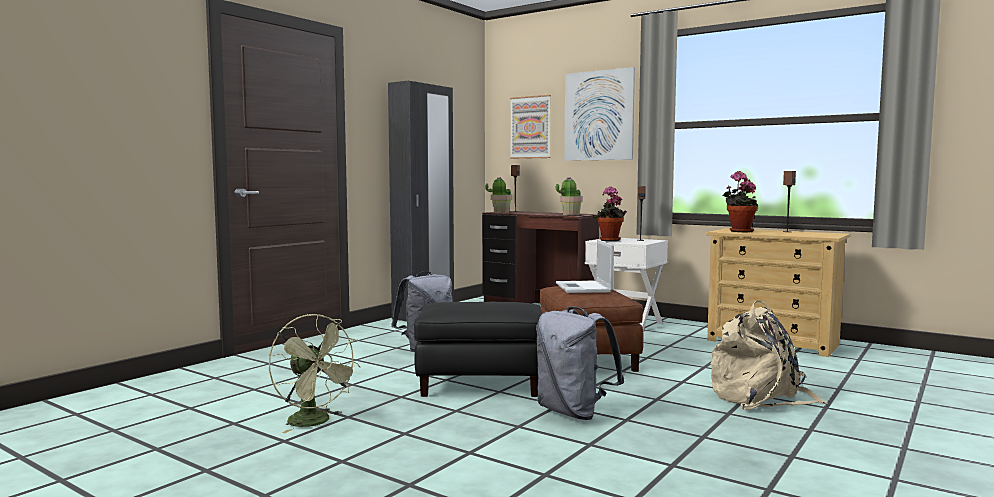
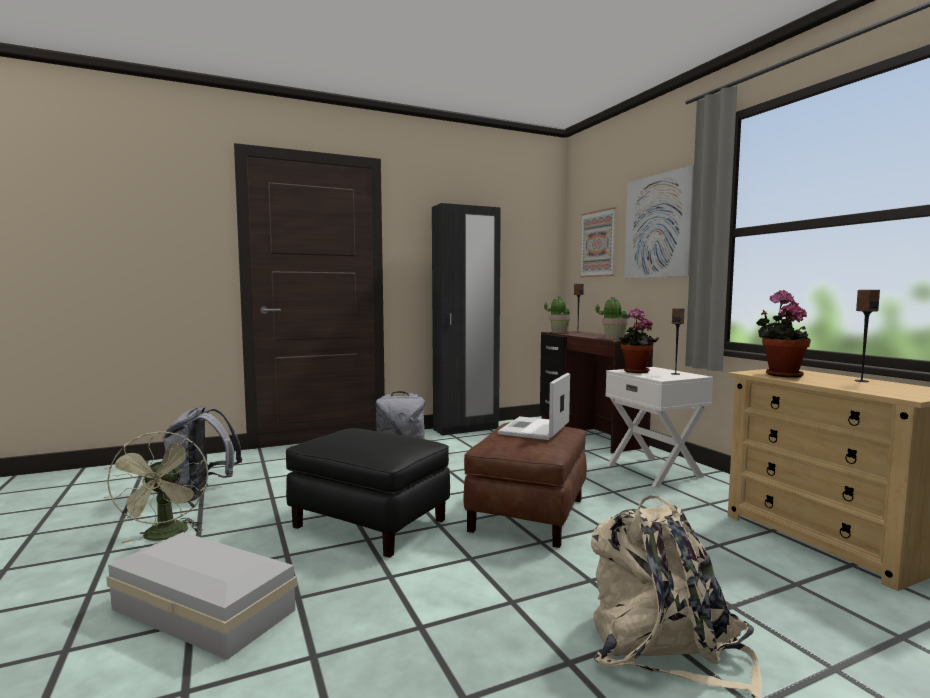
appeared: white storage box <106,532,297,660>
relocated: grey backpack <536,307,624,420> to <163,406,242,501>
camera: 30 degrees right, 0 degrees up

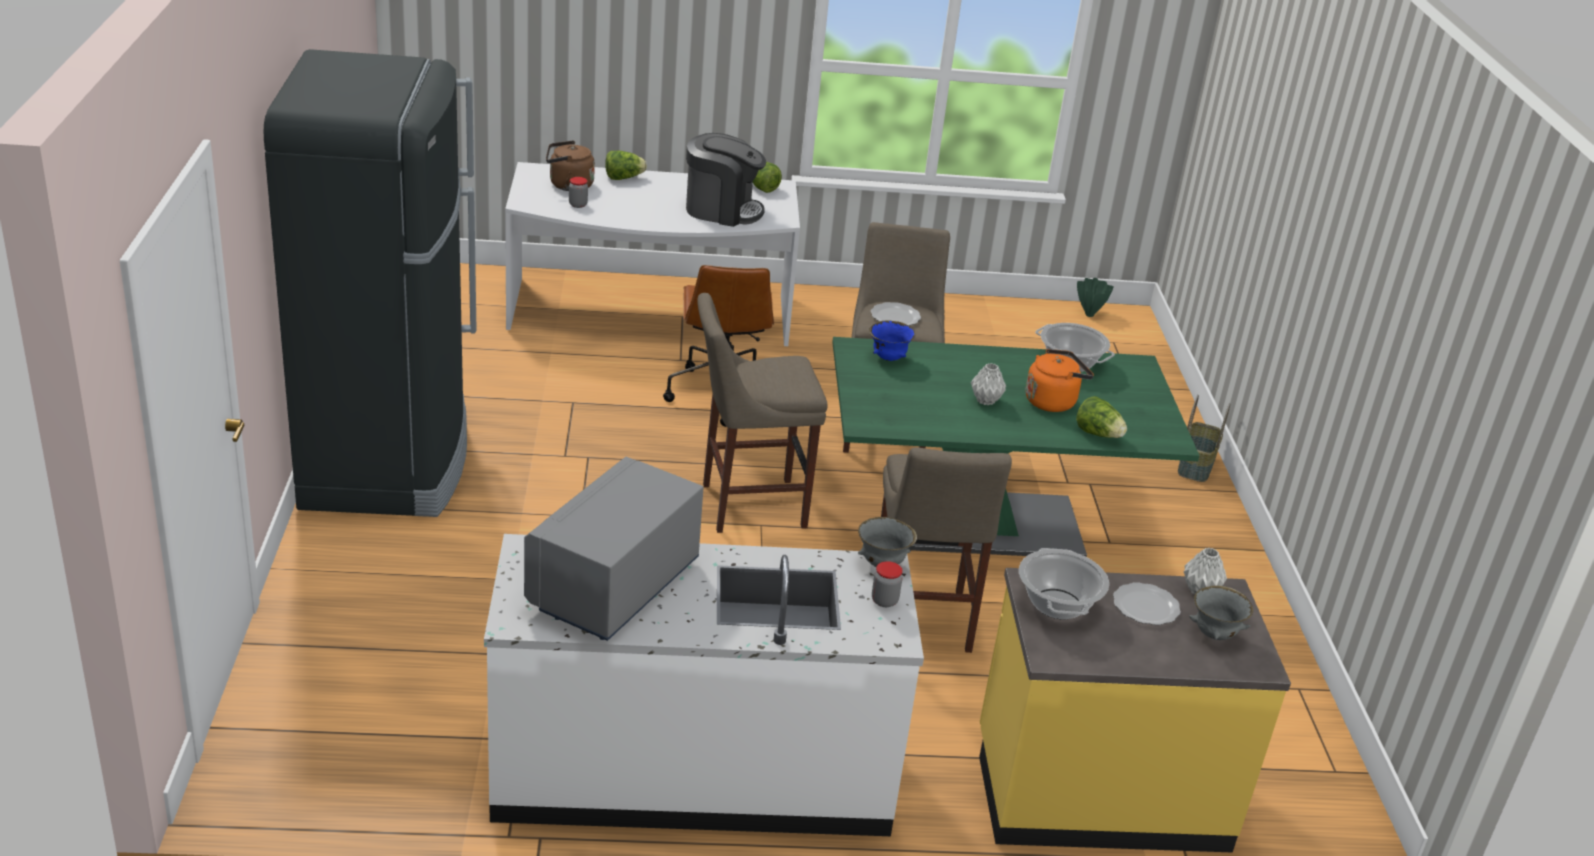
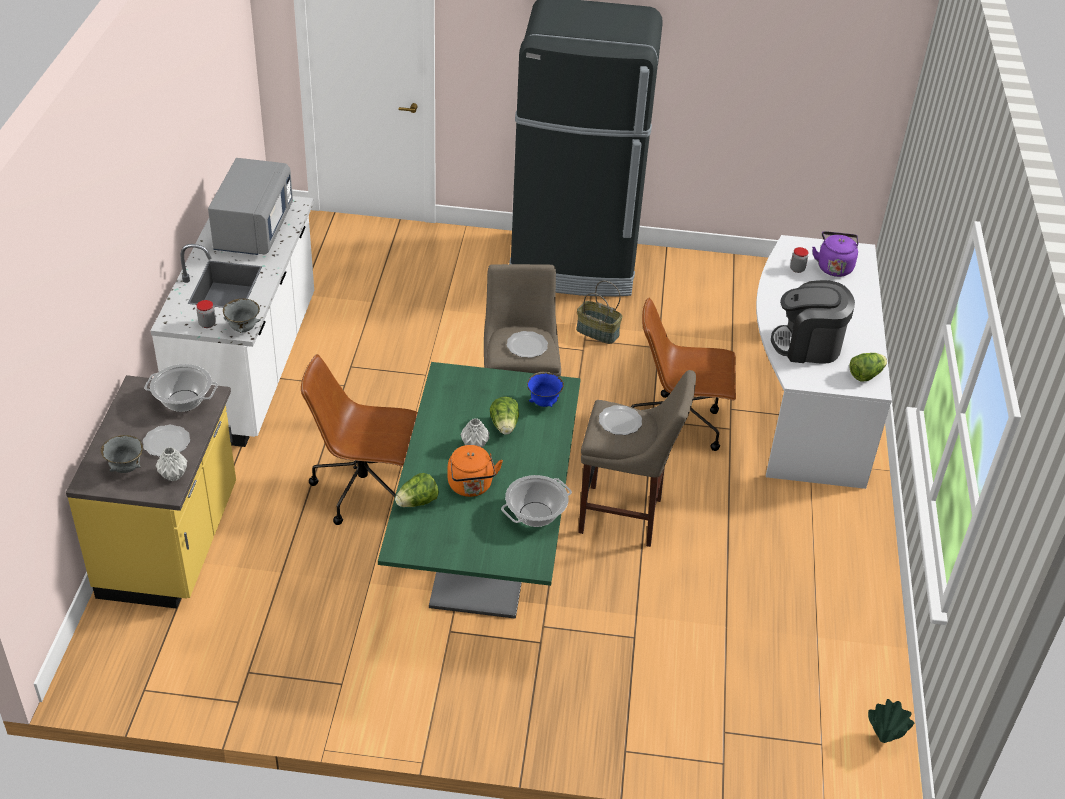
appeared: plate <507,331,548,358>
relocated: lettuce <605,151,647,180> to <490,397,519,435>; basket <1178,395,1230,482> to <576,281,623,344>
exchanged: beige stool <881,447,1012,653> to brown office chair <301,354,418,525>
colour: brown kettle <546,140,595,191> to purple kettle <812,231,858,277>
spun: coffee machine <686,133,766,227> = <771,280,855,364> 75 degrees clockwise; grey microwave <524,457,704,641> = <208,158,293,255> 60 degrees clockwise
camera: 100 degrees right, 10 degrees up

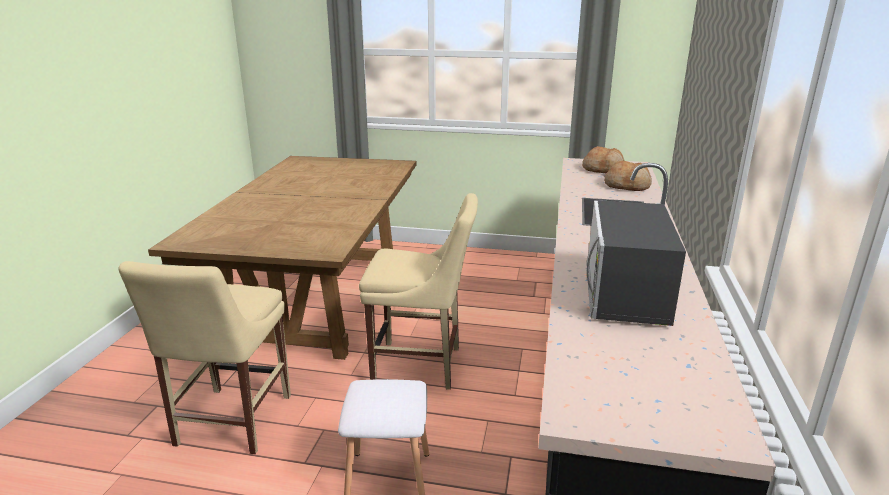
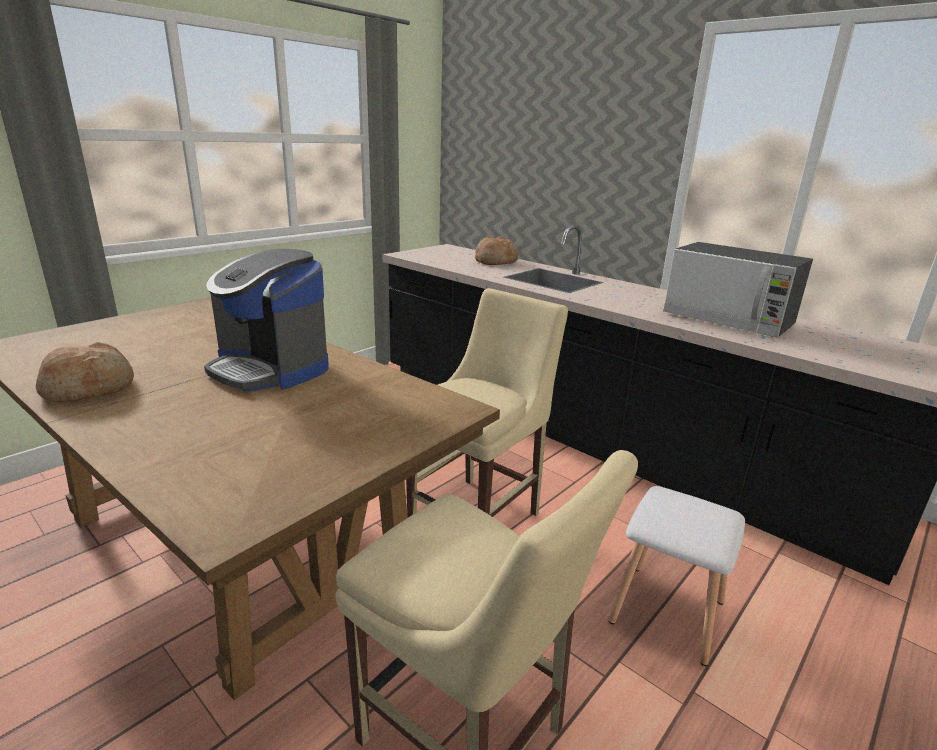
appeared: coffee machine <204,249,329,391>
relocated: bread <582,146,625,173> to <36,342,134,402>
camera: 60 degrees left, 0 degrees up

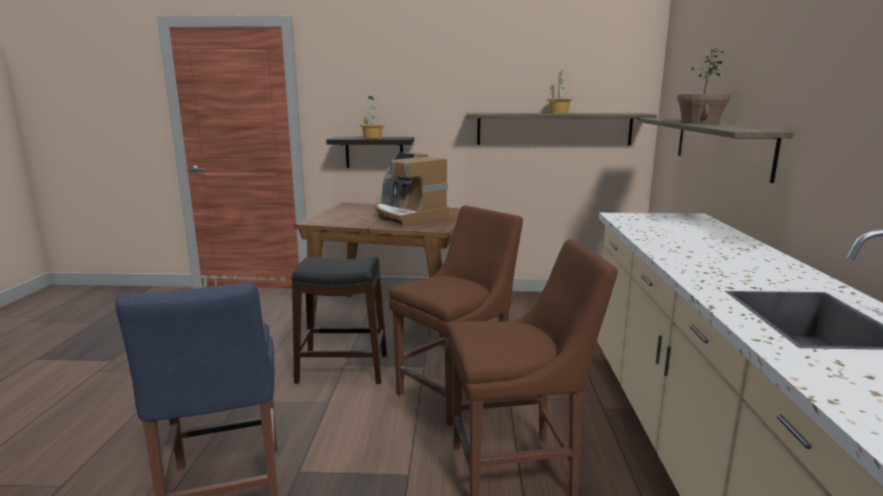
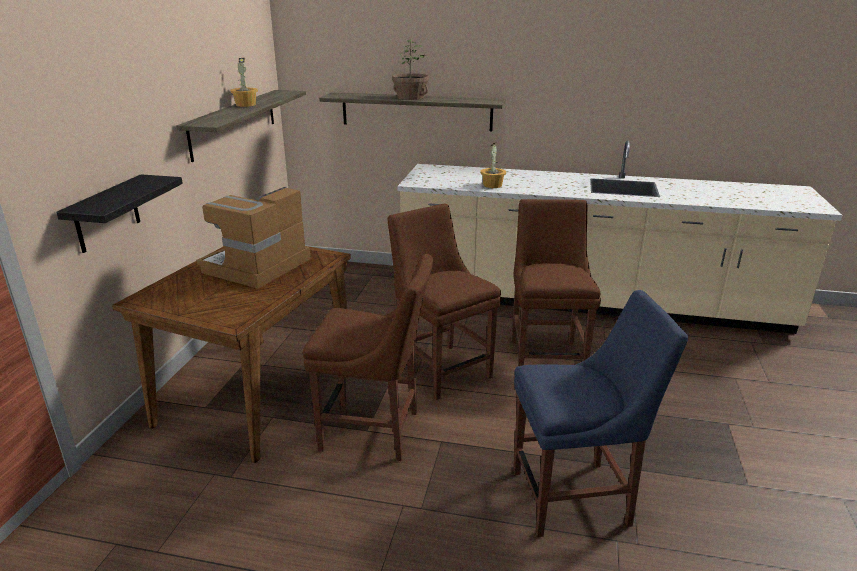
relocated: potted plant <360,96,385,139> to <480,143,506,188>
exchanged: black stool <292,257,387,384> to brown chair <303,254,433,461>
spun: coffee machine <375,152,449,227> = <196,187,311,288> 150 degrees clockwise
camera: 80 degrees left, 10 degrees up

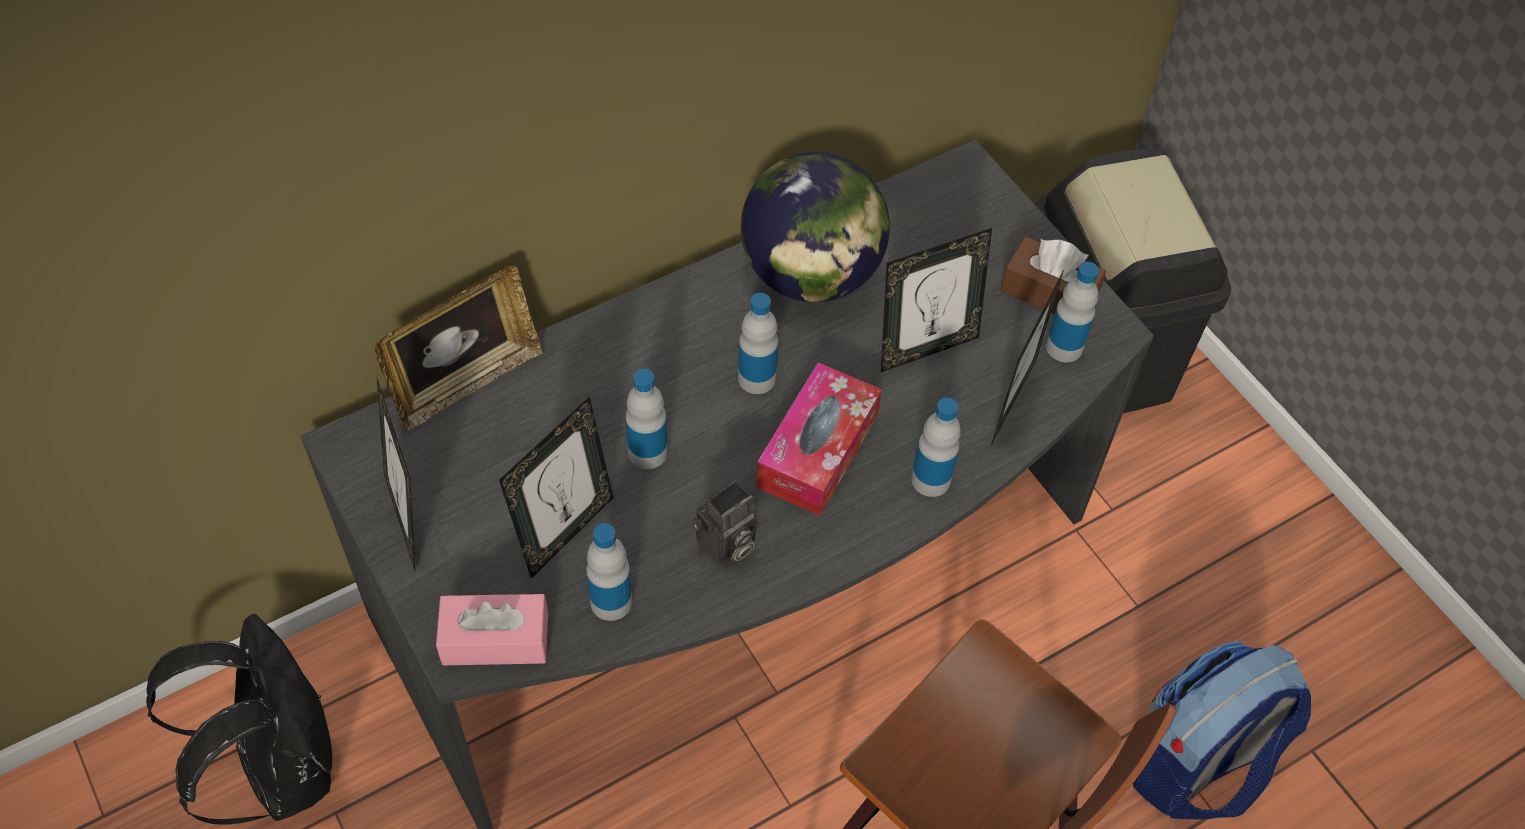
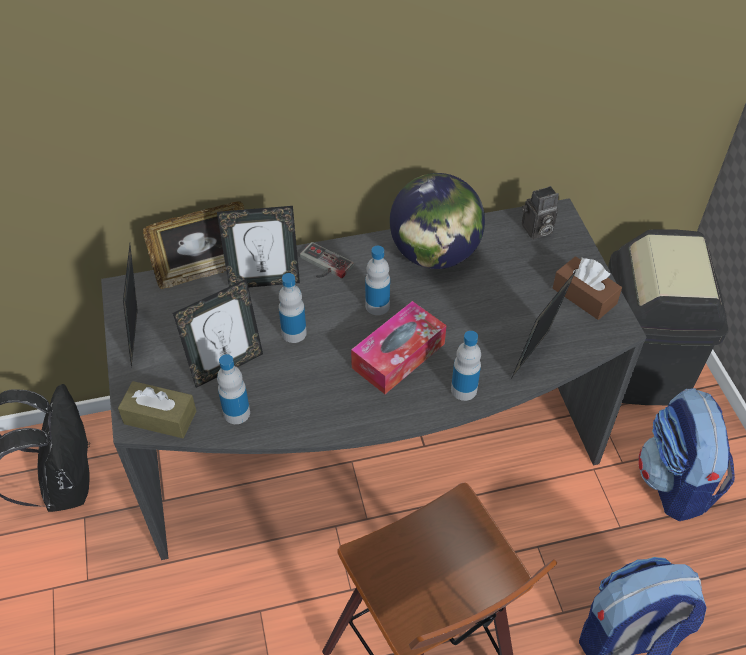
missing: bottle <1046,262,1099,363>
appeared: game controller <300,242,354,278>; backpack <638,388,735,521>
relocated: picture frame <881,228,992,372> to <217,206,300,288>; photo camera <692,481,757,568> to <522,186,559,239>
colour: pink tissue box <436,594,548,665> to brown tissue box <118,381,196,438>
camera: 20 degrees right, 5 degrees down

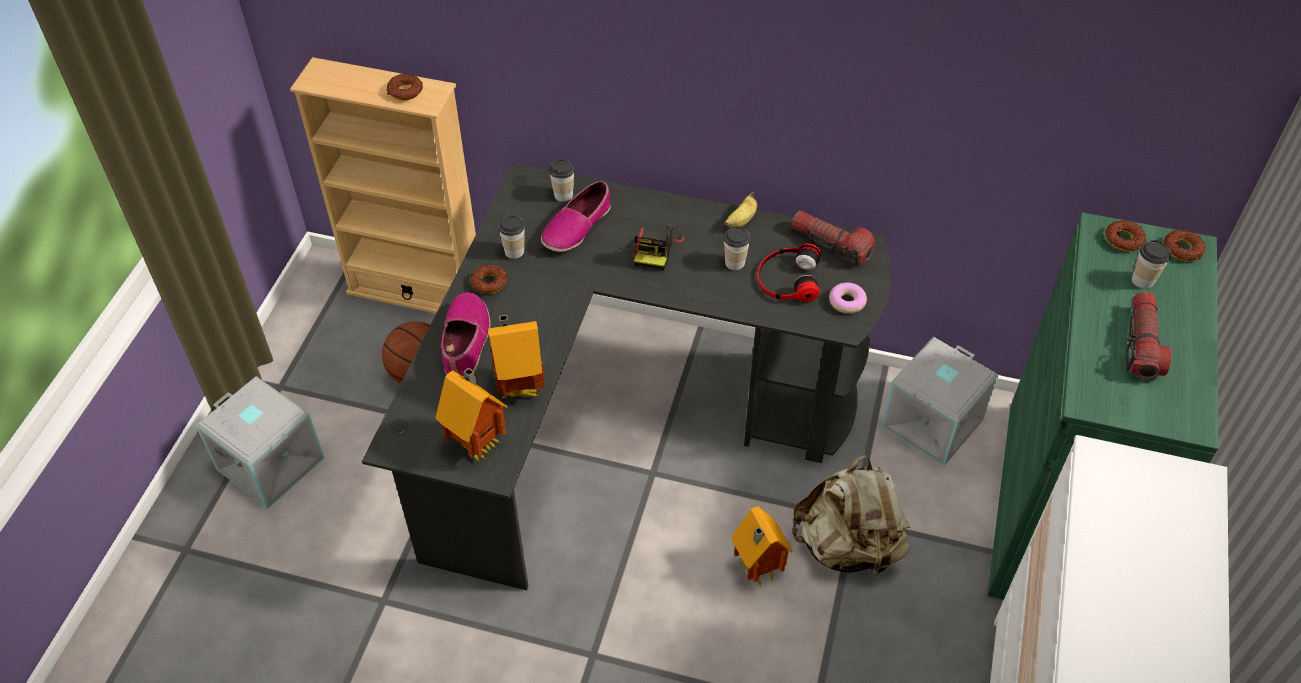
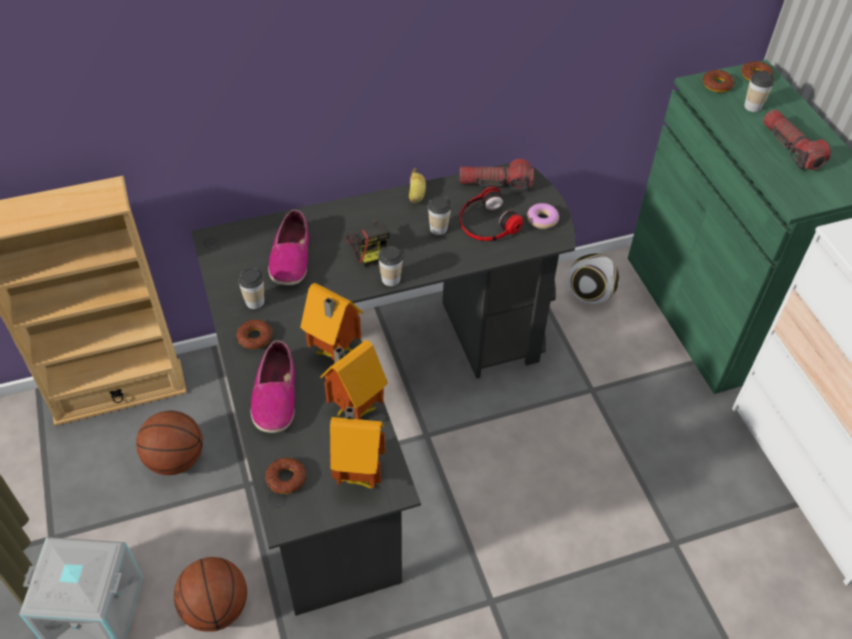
missing: beige backpack <792,455,910,579>
appeared: basketball <174,557,247,632>
relocated: donut <387,74,423,100> to <265,458,306,494>; cup <549,159,574,202> to <378,246,403,286>; toy house <731,506,793,587> to <300,283,363,361>
exchanged: grey storage box <881,336,999,466> to football <568,254,619,304>
spun: shoe <441,292,490,377> = <251,340,295,433> 150 degrees counterclockwise
camera: 35 degrees left, 0 degrees up

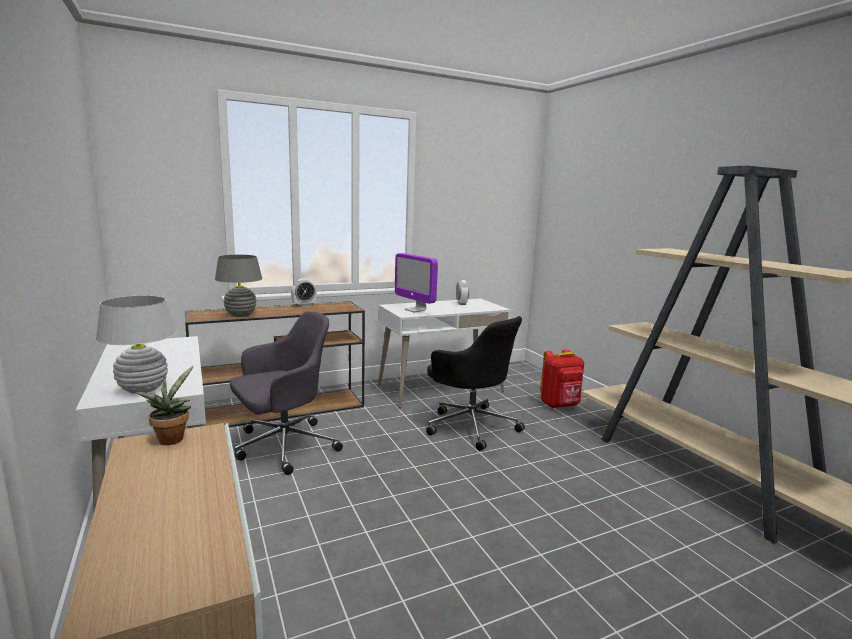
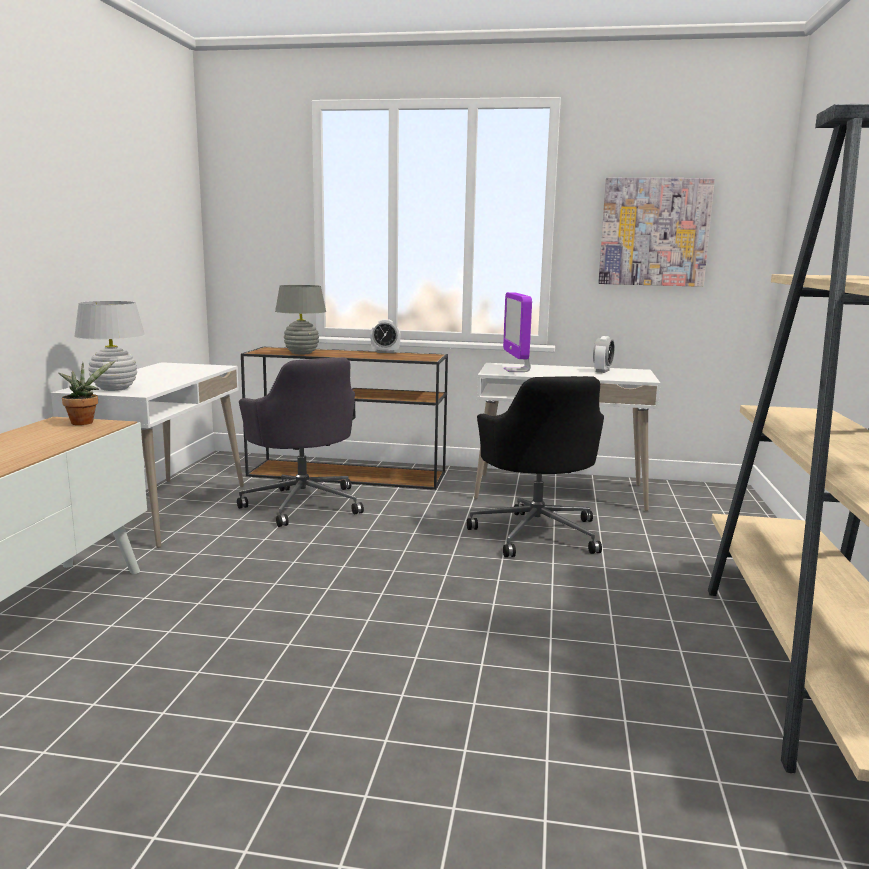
missing: red backpack <540,349,584,408>
appeared: picture <598,178,715,287>
spun: grey office chair <230,311,343,475> = <237,357,364,527> 60 degrees clockwise
camera: 35 degrees right, 0 degrees up

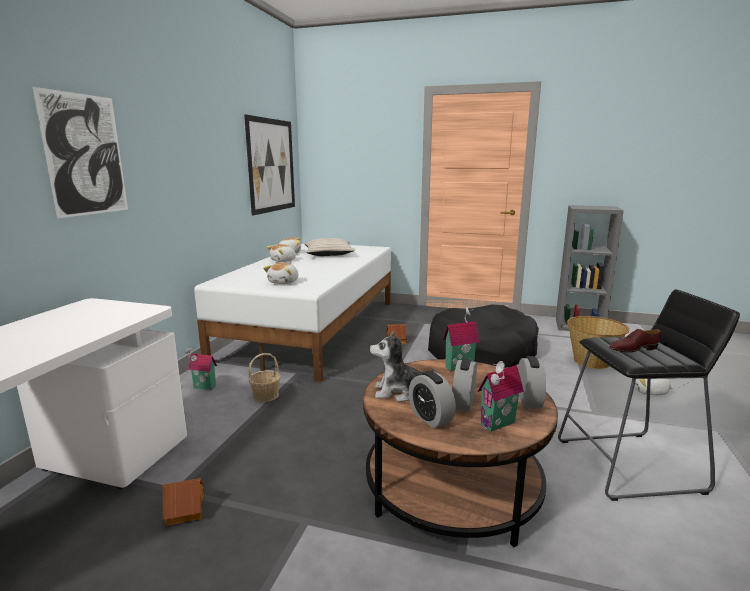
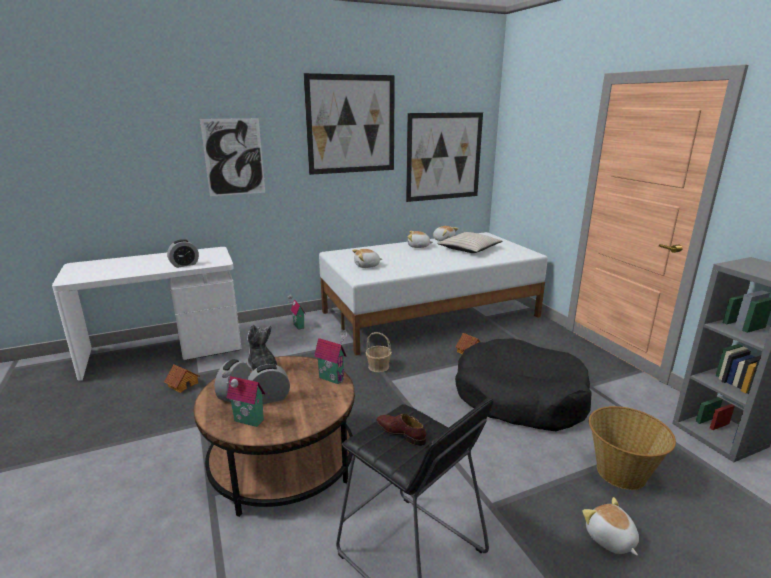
appeared: picture <303,73,395,175>
relocated: basket <248,353,281,402> to <366,332,392,372>; alarm clock <518,356,546,408> to <167,239,199,268>
camera: 50 degrees right, 5 degrees up

